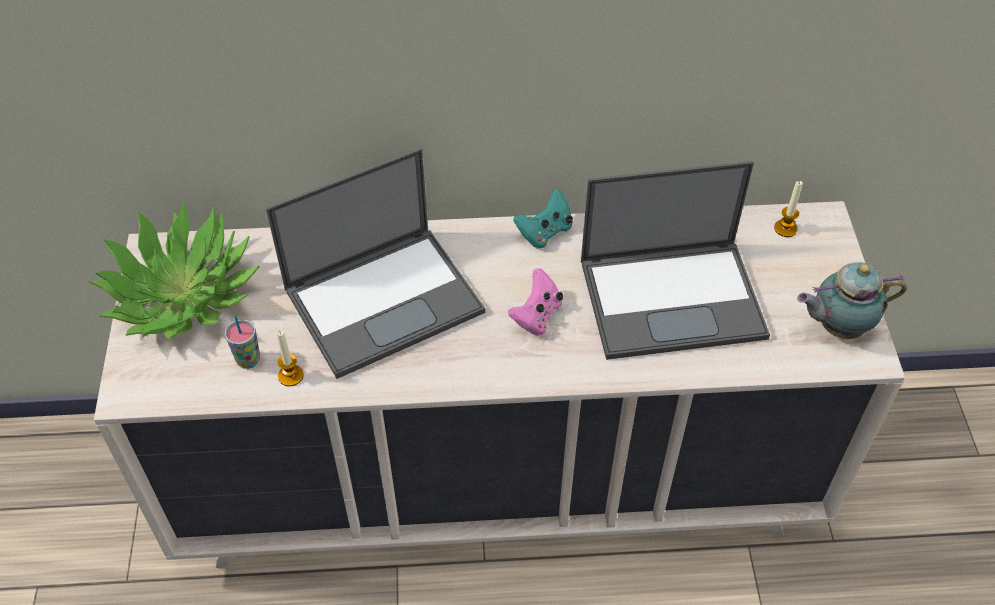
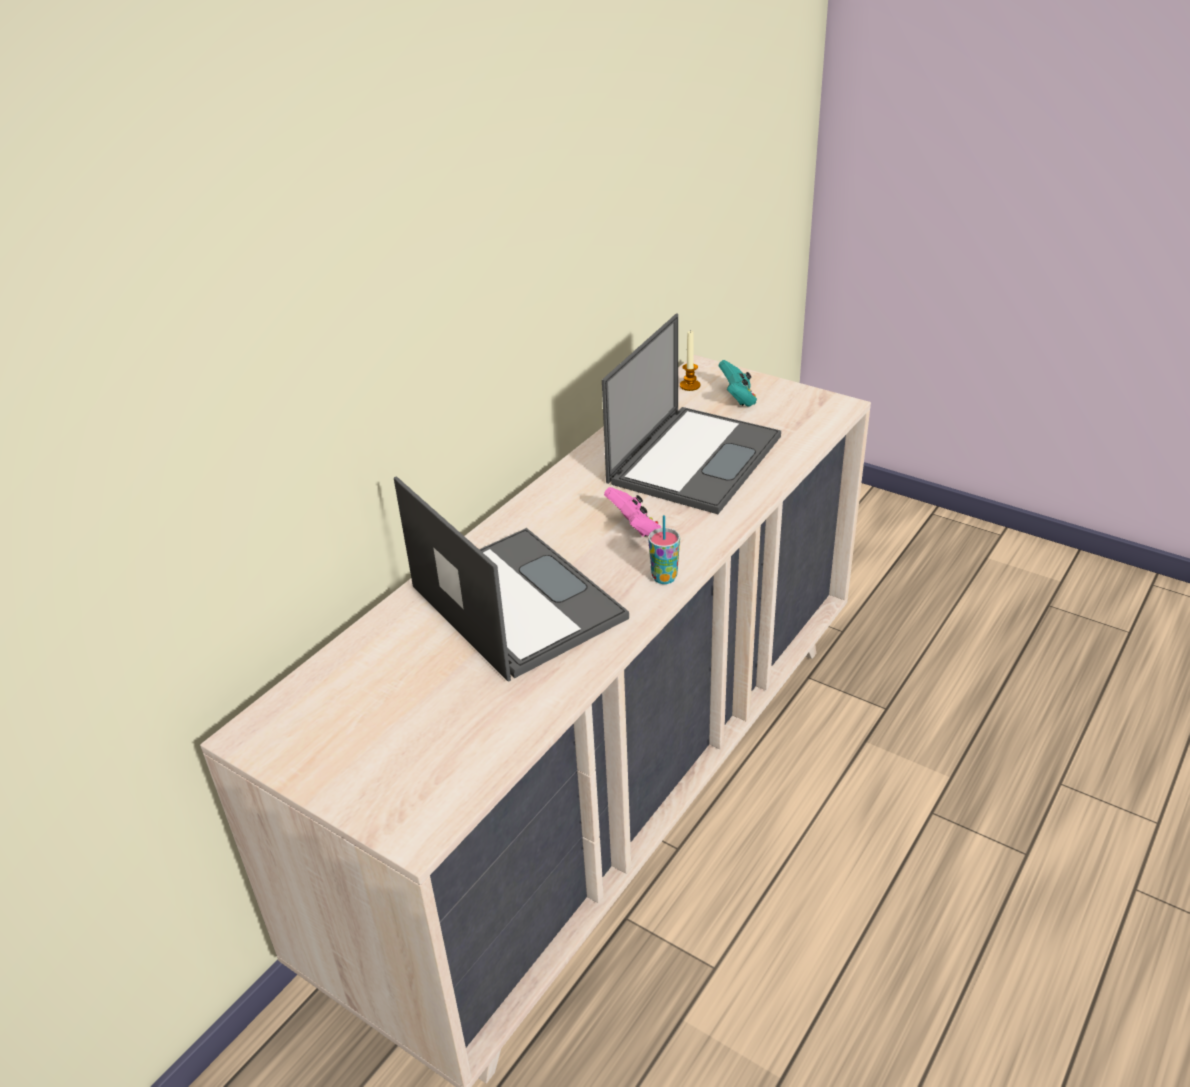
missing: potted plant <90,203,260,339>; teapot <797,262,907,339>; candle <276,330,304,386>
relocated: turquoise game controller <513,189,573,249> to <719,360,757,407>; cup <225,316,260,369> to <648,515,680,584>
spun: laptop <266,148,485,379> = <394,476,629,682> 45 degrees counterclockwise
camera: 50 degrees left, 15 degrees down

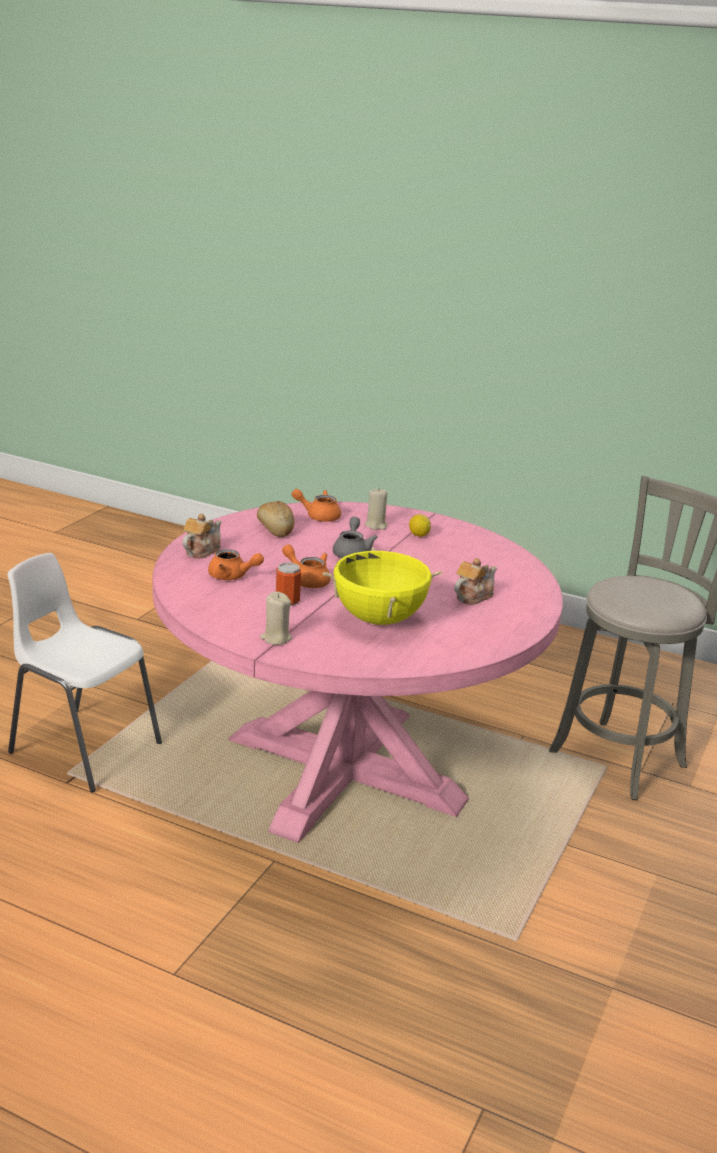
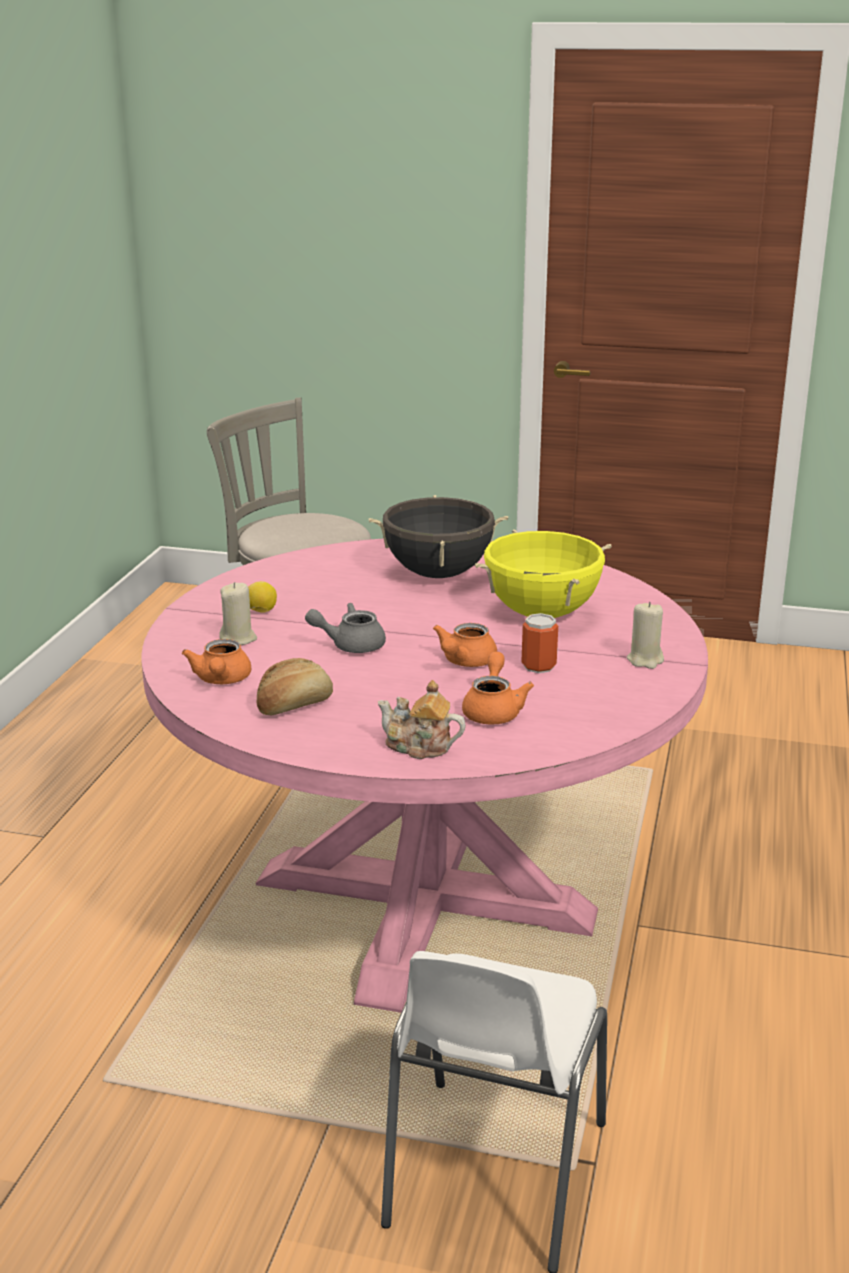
exchanged: teapot <454,558,497,605> to black cooking pot <369,495,508,578>
camera: 100 degrees left, 0 degrees up

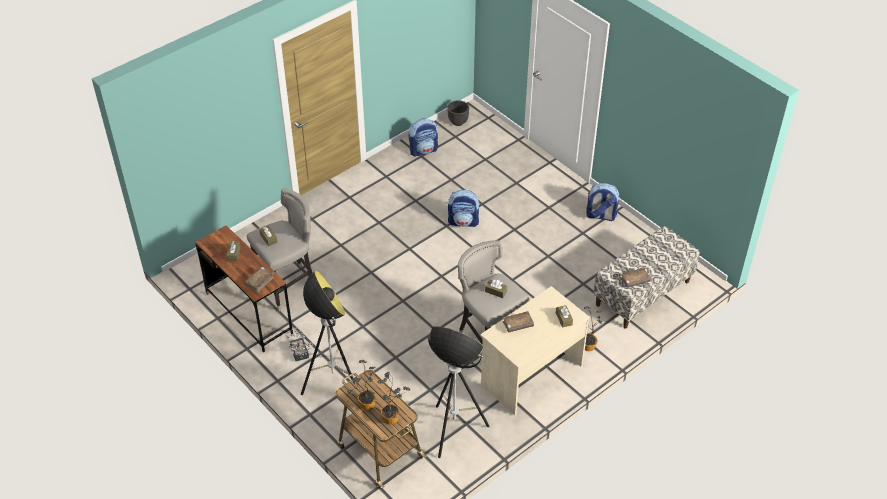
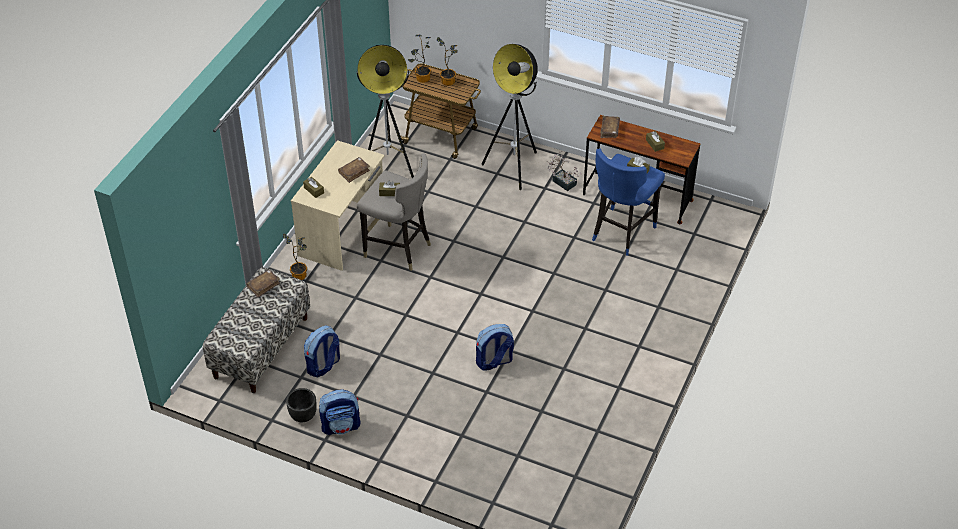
relocated: black planter <447,100,469,126> to <286,388,317,422>; backpack <409,118,438,156> to <304,326,340,378>
colour: grey stool <247,188,313,311> to blue stool <592,148,665,256>
camera: 155 degrees right, 0 degrees up

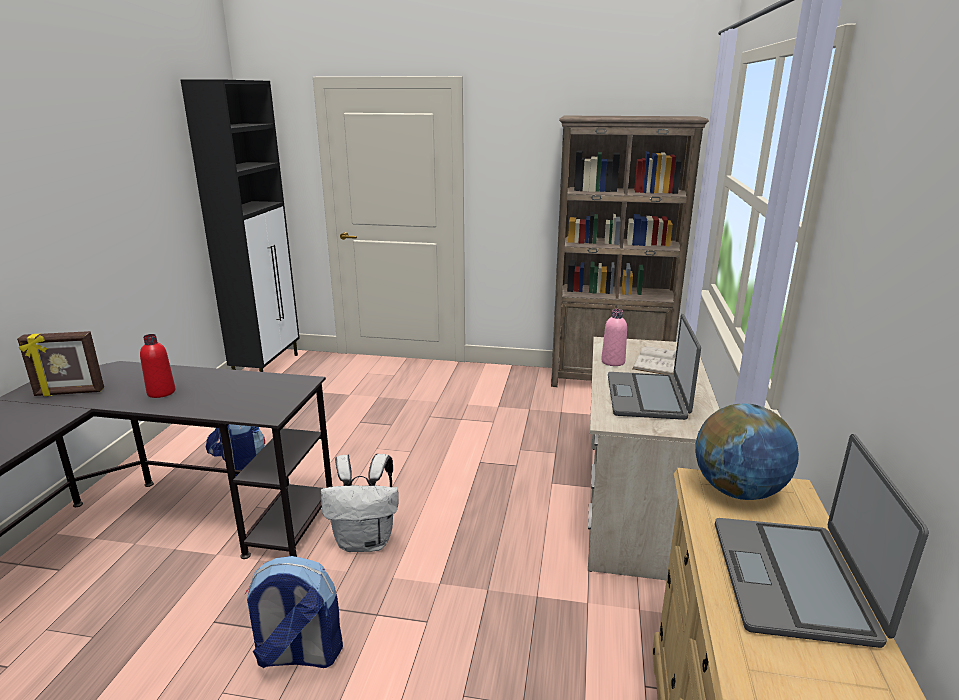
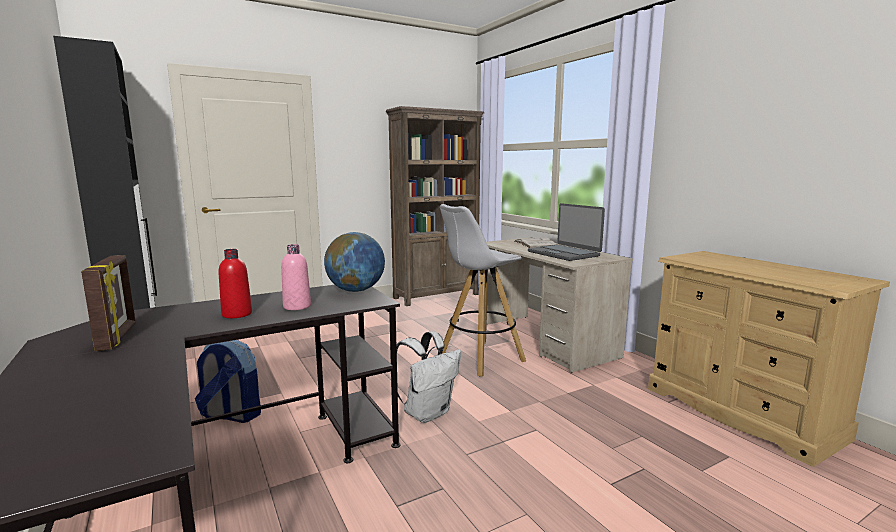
missing: laptop <715,434,929,648>; backpack <244,556,343,668>
appeared: white stool <440,204,526,377>
relocated: pink bottle <601,309,627,366> to <281,244,311,310>; globe <695,404,799,500> to <324,232,385,292>
spun: picture frame <17,331,104,396> = <81,255,136,351> 60 degrees counterclockwise
camera: 40 degrees left, 10 degrees down

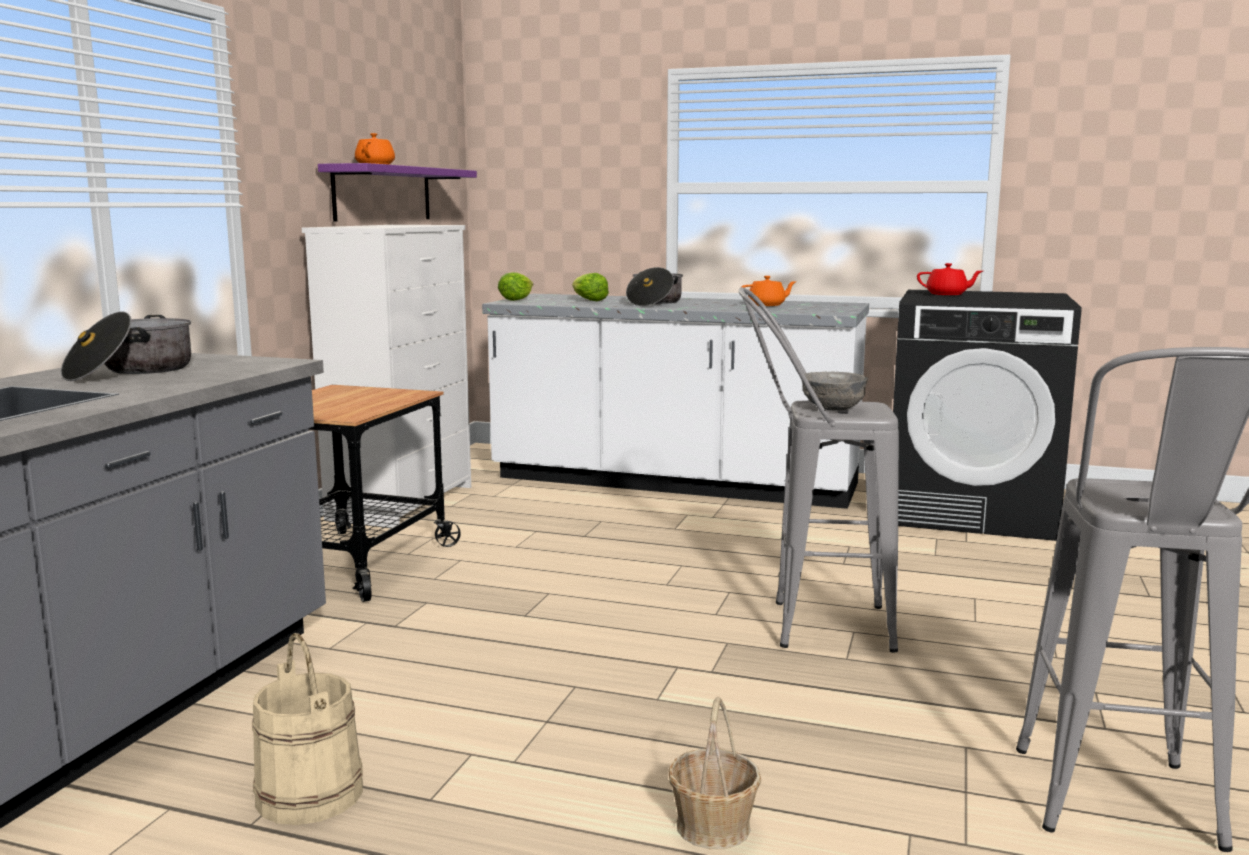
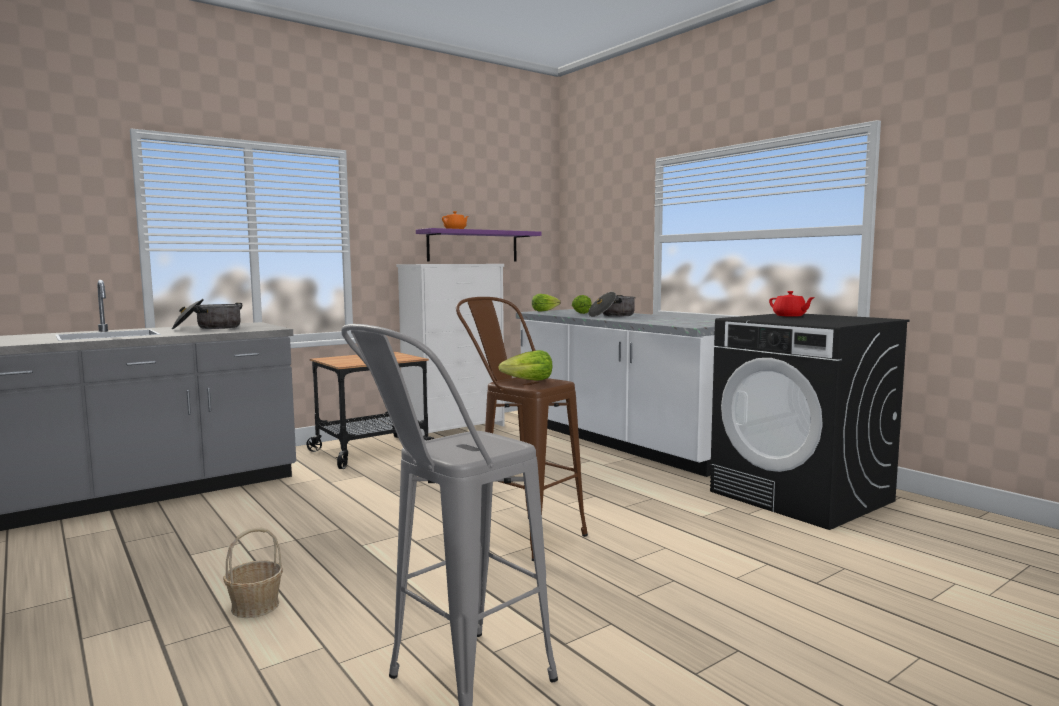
missing: orange teapot <742,276,797,306>; beige bucket <252,633,363,825>
exchanged: grey bowl <802,372,868,411> to lettuce <498,350,552,380>
colour: grey stool <739,287,899,652> to brown stool <456,297,588,561>
camera: 35 degrees right, 5 degrees down

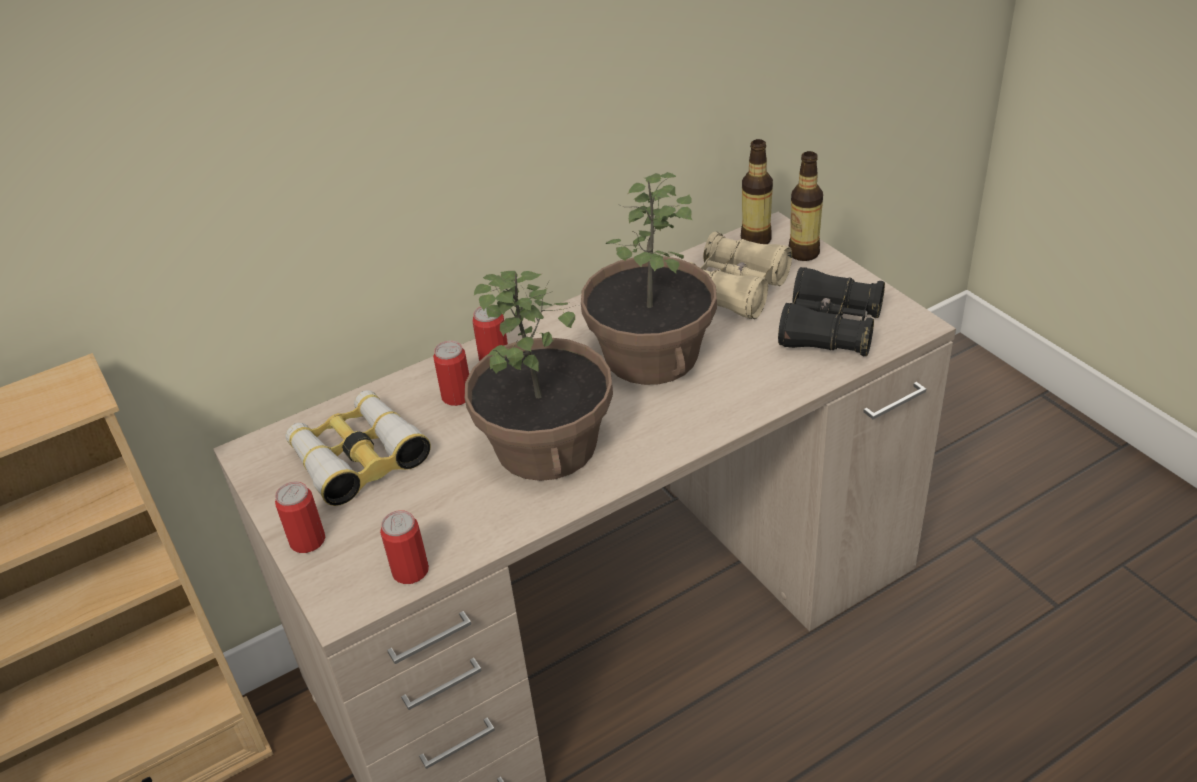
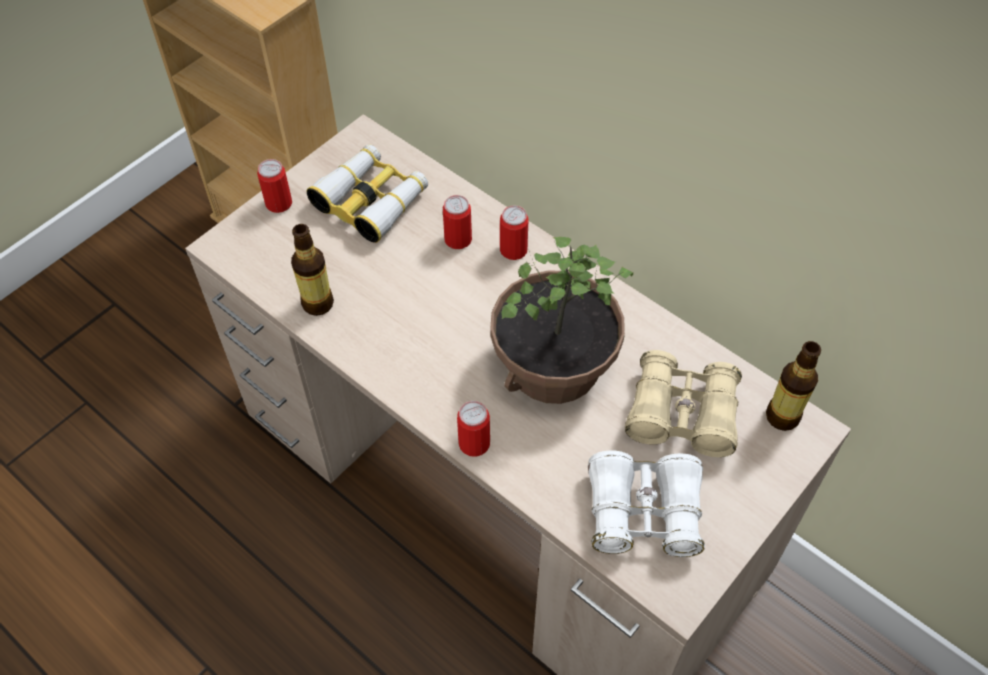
missing: potted plant <465,271,613,481>
relocated: bottle <789,151,823,261> to <291,224,334,316>; can <380,510,429,584> to <457,401,490,457>
colour: black binoculars <778,267,885,356> to white binoculars <588,451,705,557>
camera: 70 degrees right, 15 degrees up

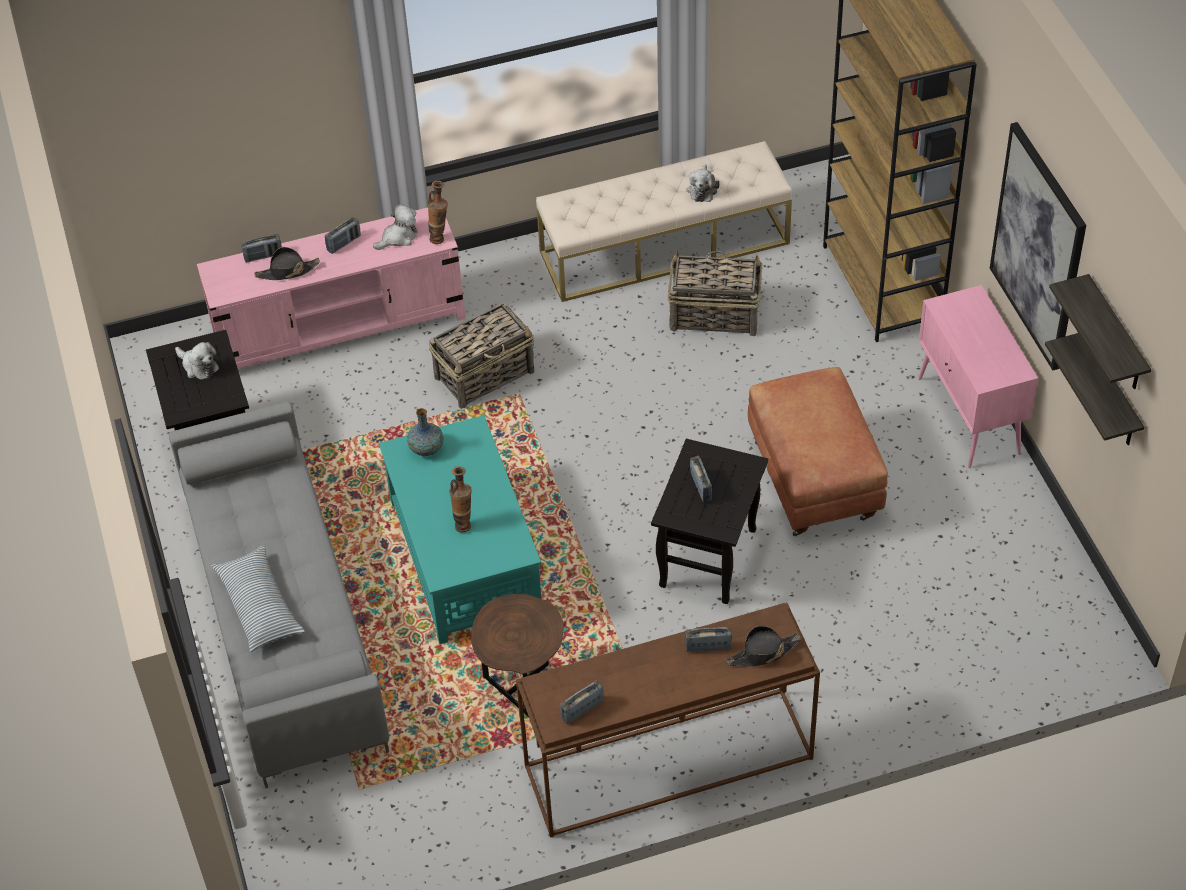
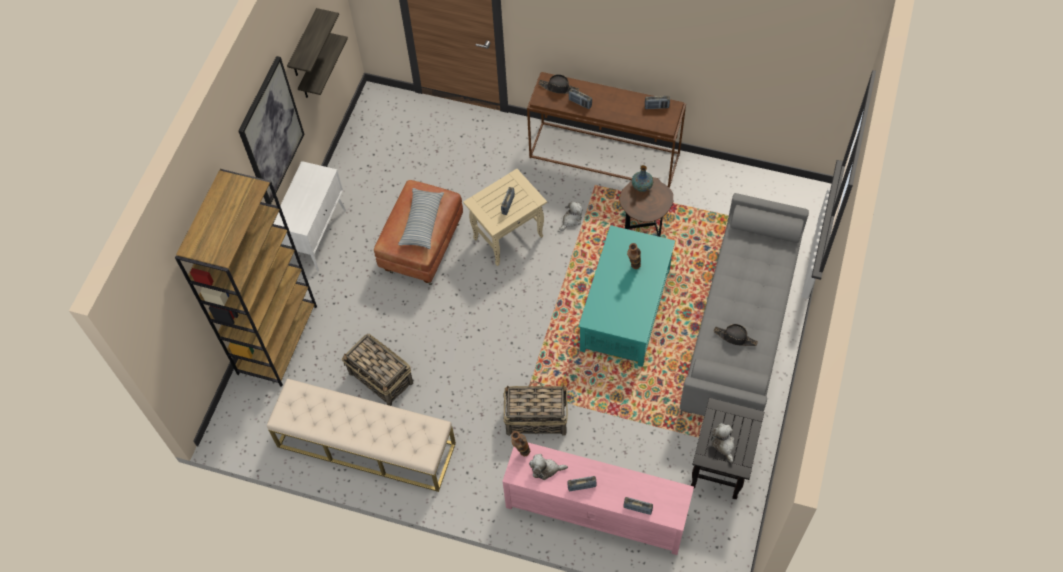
relocated: plush toy <686,165,720,202> to <559,201,583,231>; black hat <254,247,320,280> to <714,324,758,346>; vase <407,408,444,456> to <632,165,653,192>; pillow <211,545,305,652> to <398,188,444,249>
colour: pink cabinet <918,285,1038,468> to white cabinet <273,161,346,271>; black side table <651,439,768,604> to beige side table <463,169,547,266>
camera: 145 degrees left, 10 degrees up

